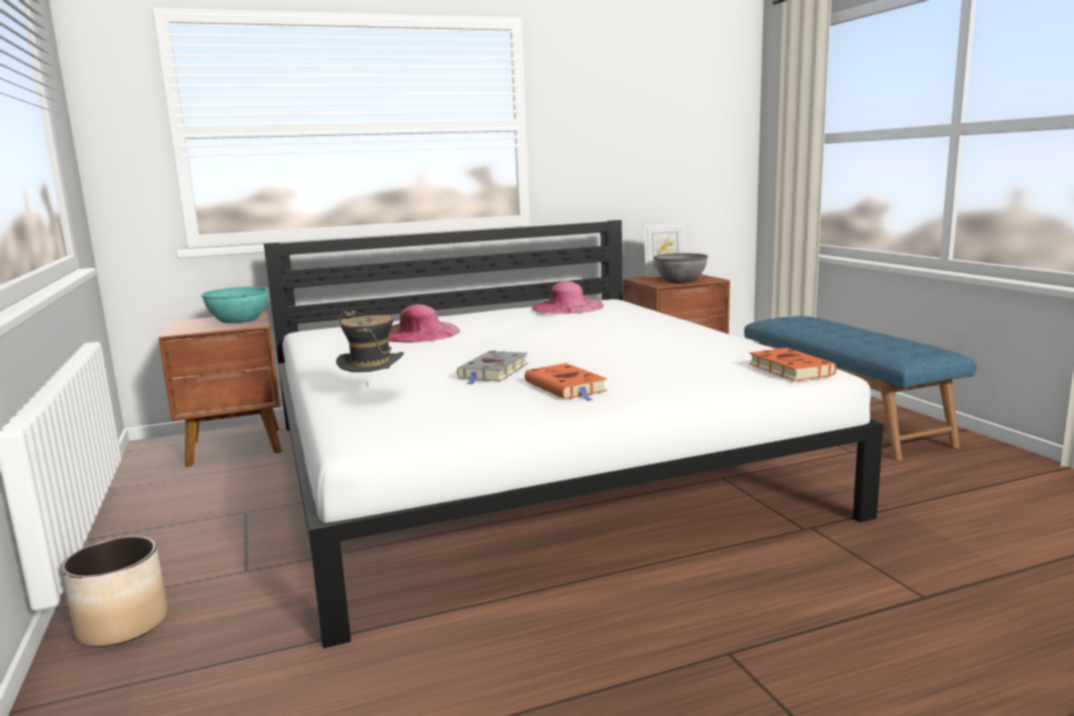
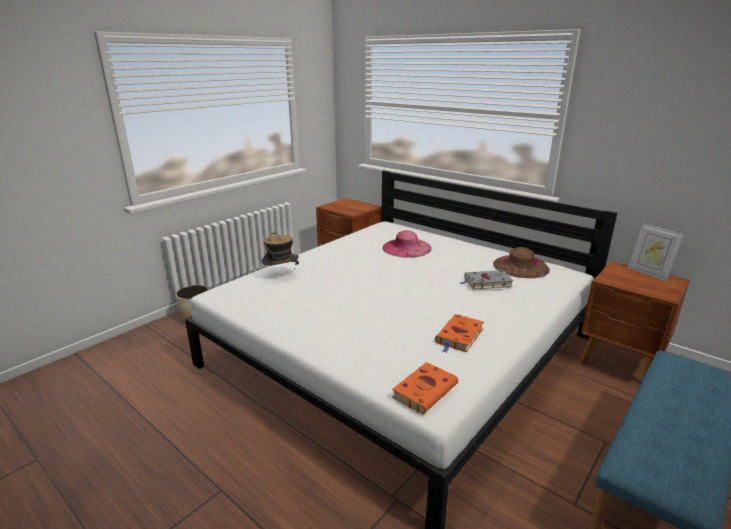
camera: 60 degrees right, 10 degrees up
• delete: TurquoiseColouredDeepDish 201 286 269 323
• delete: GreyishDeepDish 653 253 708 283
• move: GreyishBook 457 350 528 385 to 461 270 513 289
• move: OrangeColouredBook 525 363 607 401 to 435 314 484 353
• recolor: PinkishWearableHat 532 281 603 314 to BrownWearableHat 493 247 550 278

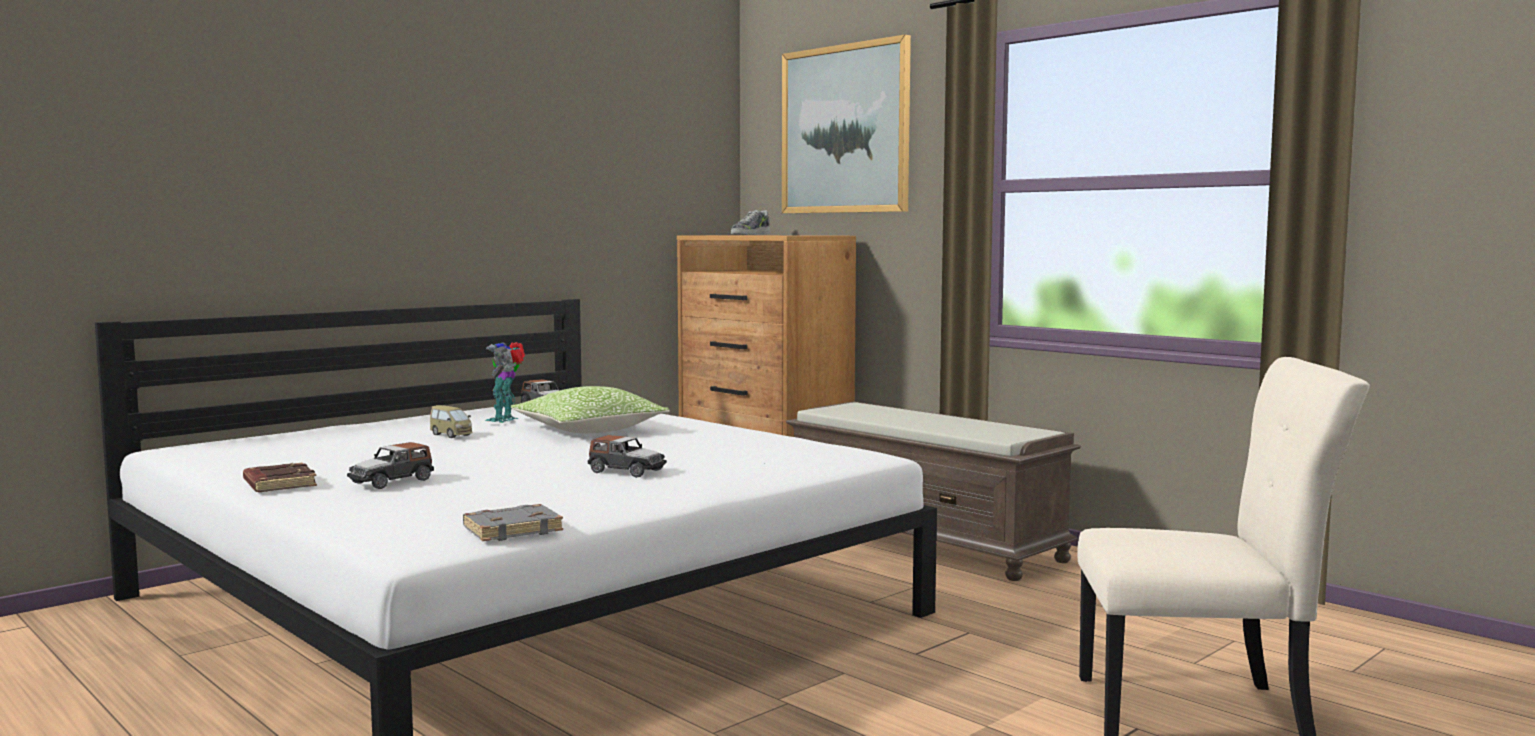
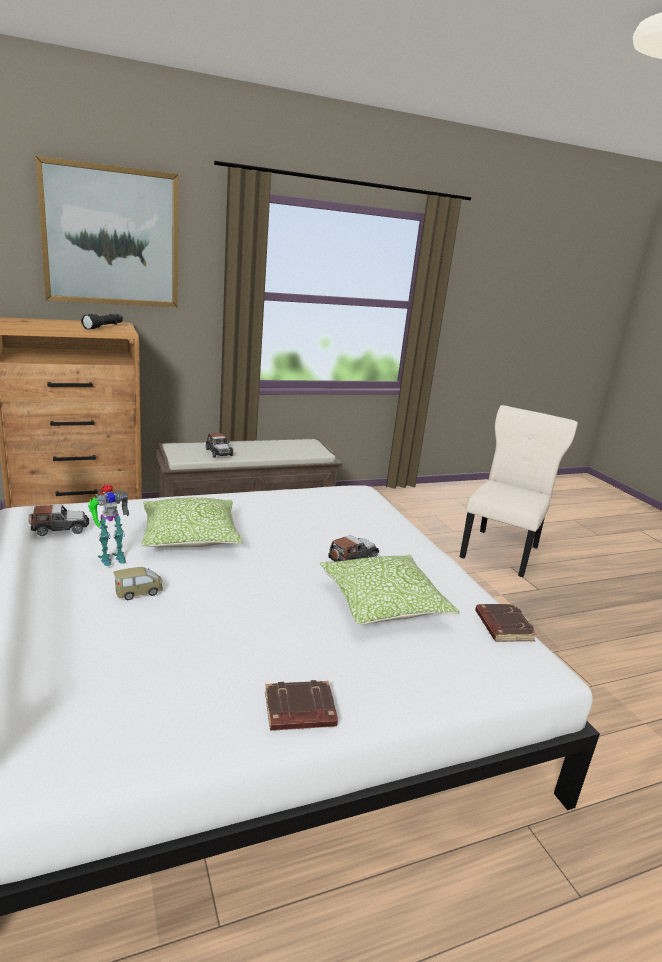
camera: 70 degrees left, 15 degrees up
• delete: ItemOfFootwear 731 210 770 235
• insert: BlackishFlashlight 81 314 123 330
• insert: Cushion 320 555 460 625
• move: MiniatureCar 347 442 434 489 to 206 433 233 457
• recolor: GreyishBook 463 504 563 541 to BrownBook 475 604 537 642
• rotate: RobotFigure 485 342 525 423 = 88 484 129 566 75 degrees counterclockwise

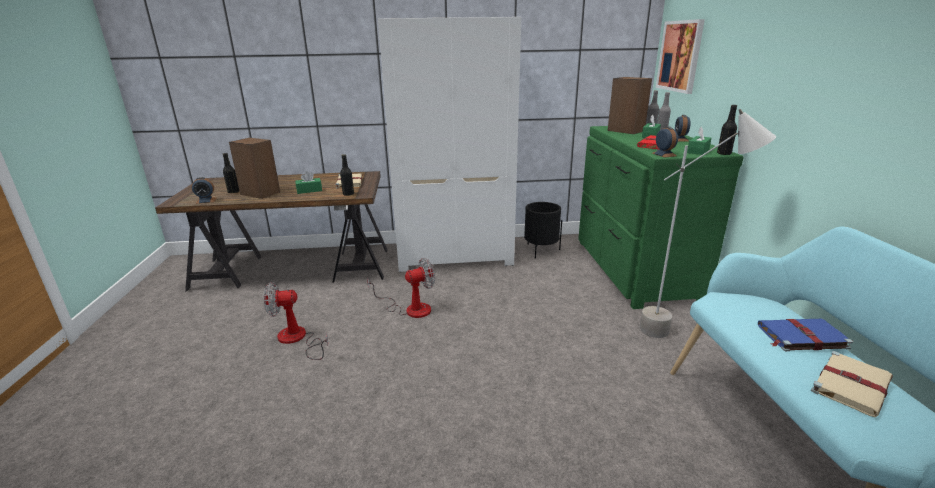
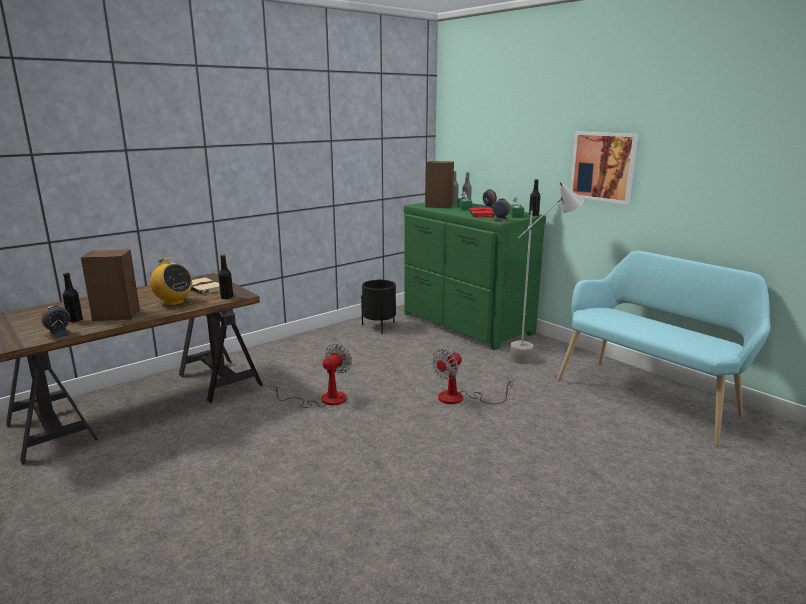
camera: 35 degrees left, 5 degrees down
• delete: WhiteColouredArmoire 378 17 521 272
• delete: BlueColouredBook 758 319 853 351
• delete: SandColouredBook 811 351 893 417
• move: ElectricFan 264 282 328 360 to 432 349 513 404
• move: Picture 656 19 705 94 to 570 132 638 204
• replace: GreenColouredTissueBox 295 171 322 194 to RadioSet 147 258 192 306

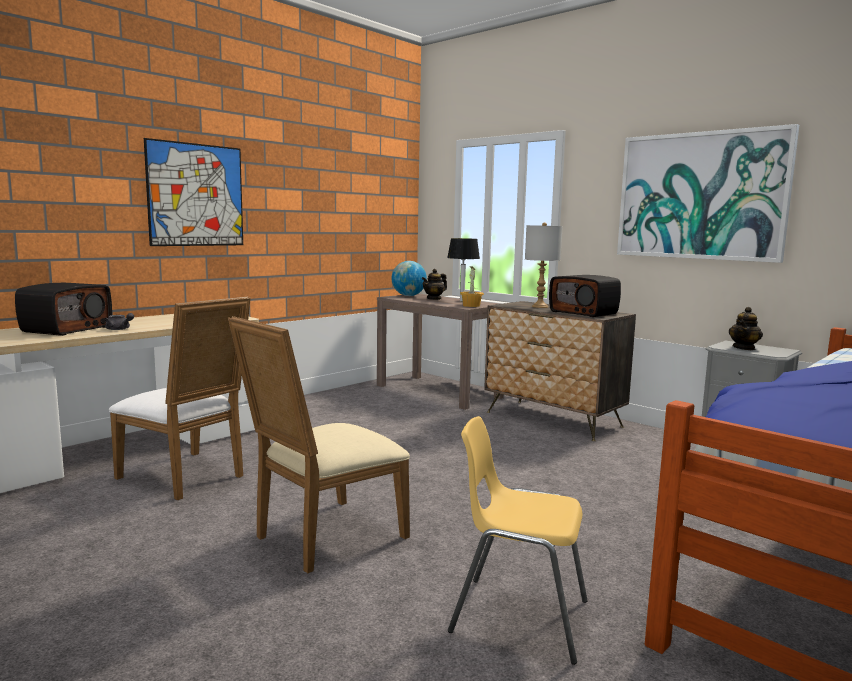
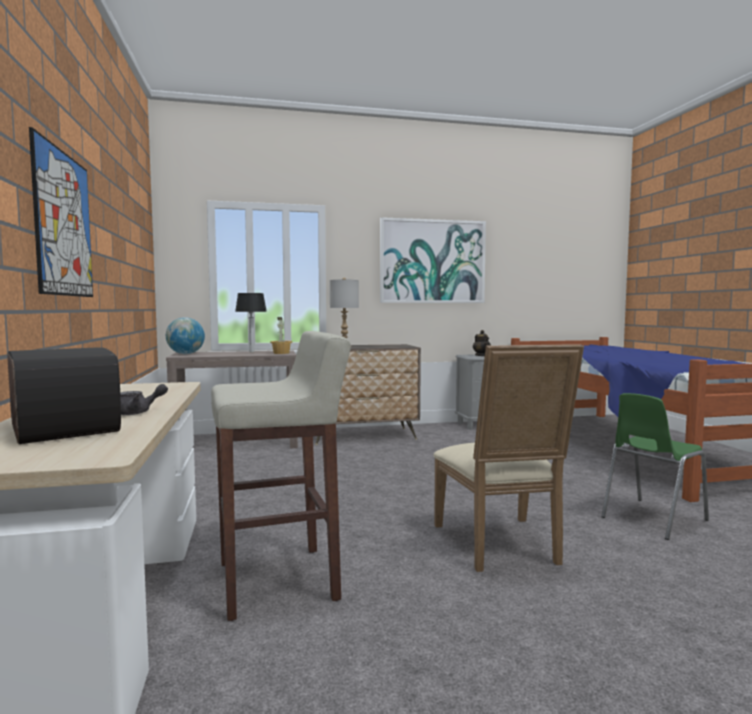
camera: 55 degrees left, 5 degrees down
• delete: Teapot 422 269 447 300
• delete: RadioSet 549 275 621 317
• replace: WhiteColouredPlainChair 109 297 251 500 to SandColouredStoolSeat 211 331 351 621
• recolor: YellowishPlainChair 448 416 588 665 to GreenColouredPlainChair 601 393 709 540

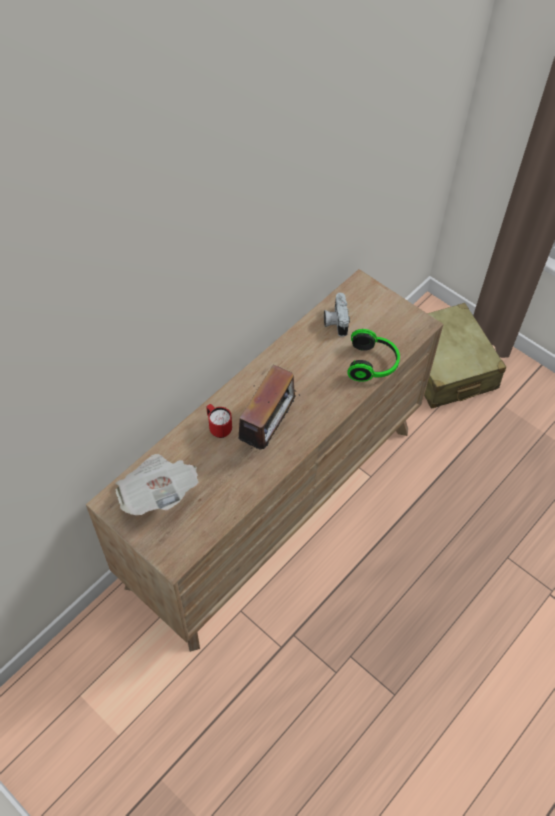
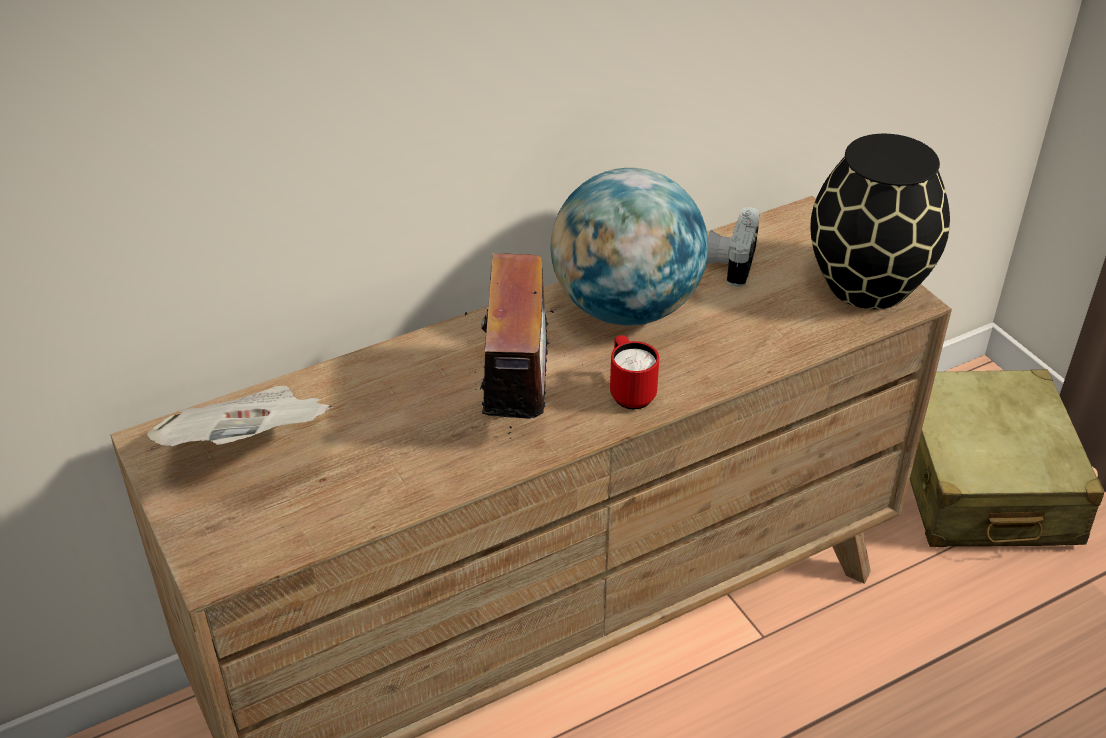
camera: 20 degrees right, 15 degrees down
• delete: Headphones 347 329 400 382
• insert: Globe 550 168 708 326
• insert: BlackishDecorativeVase 810 134 950 309
• move: RedColouredCoffeeMug 206 404 232 438 to 610 335 659 409
• rotate: RadioSet 232 365 300 451 = 465 253 583 439 45 degrees counterclockwise

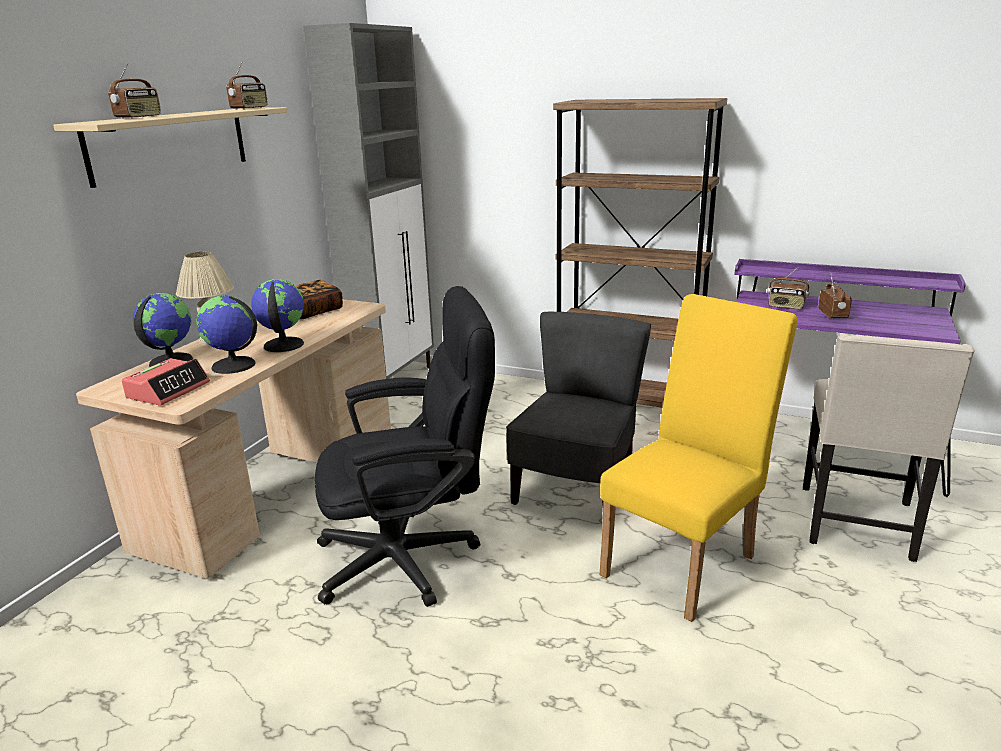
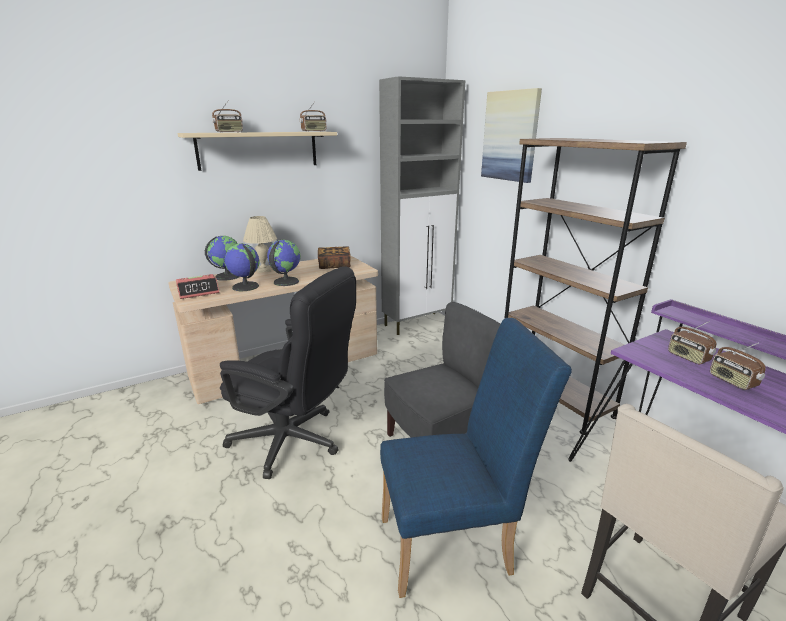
camera: 35 degrees right, 0 degrees up
• insert: Picture 481 88 542 183
• recolor: YellowishPlainChair 600 294 798 622 to BlueColouredPlainChair 380 318 572 598
• rotate: RadioSet 818 275 852 319 = 710 343 766 390 120 degrees clockwise

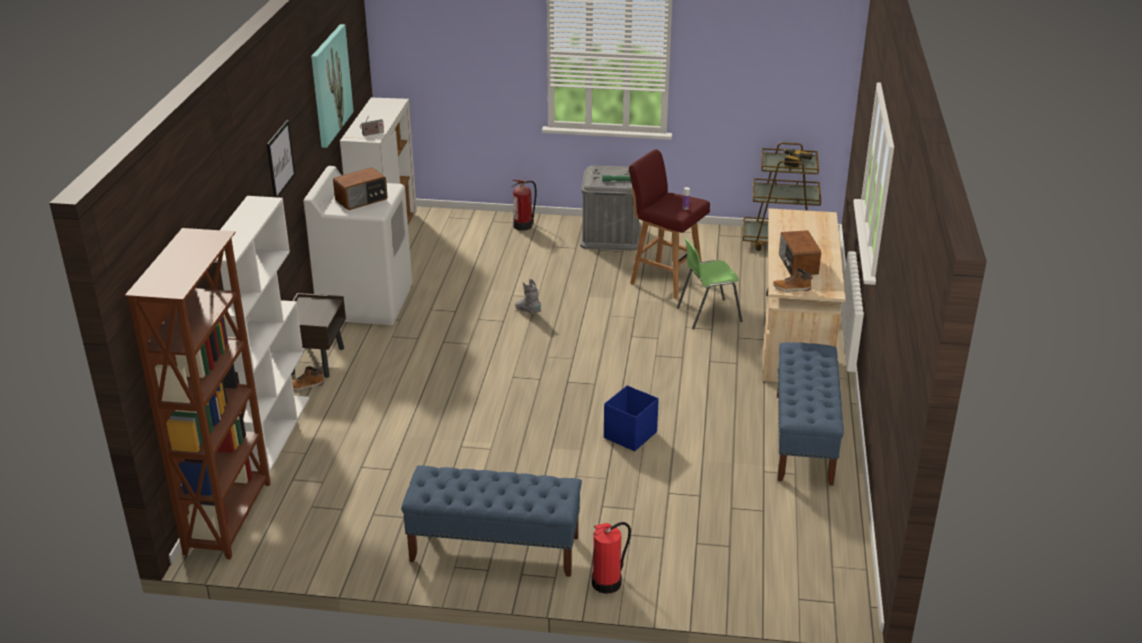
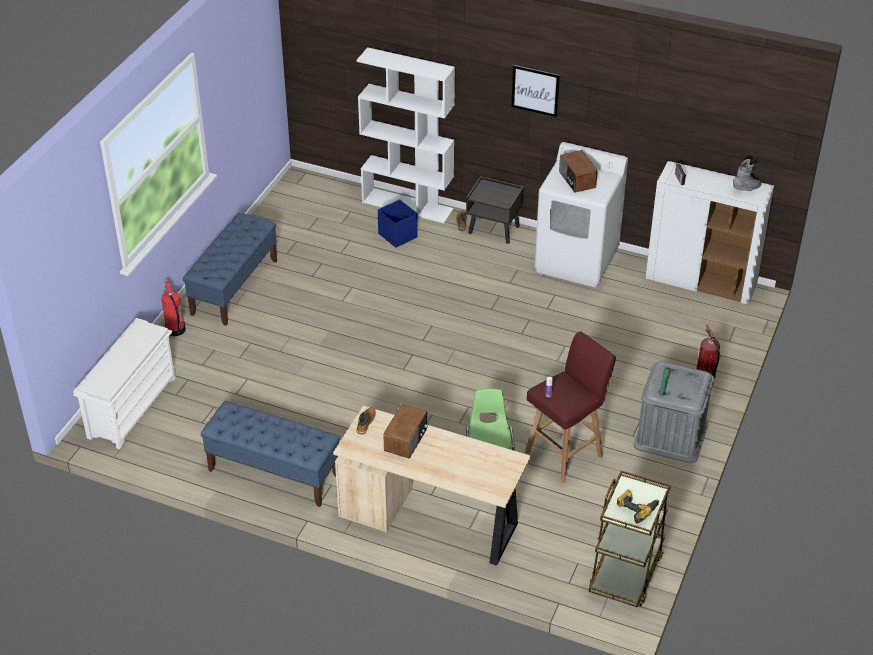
camera: 105 degrees right, 10 degrees up
• delete: BrownShelvingUnit 125 228 271 559
• delete: Picture 311 24 354 148
• insert: WhiteColouredShoeRack 73 318 176 449
• move: GreyishBoot 515 279 541 314 to 733 159 762 191
• move: BlueColouredStorageBin 604 385 659 451 to 378 199 418 248
• rotate: RadioSet 779 230 821 276 = 383 404 428 459 105 degrees clockwise

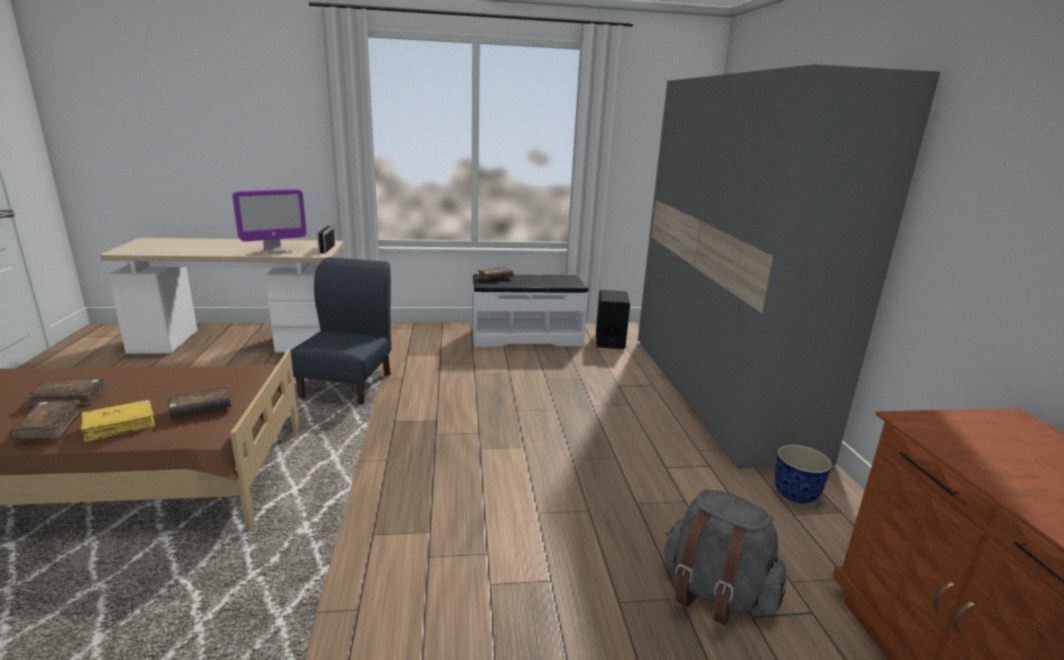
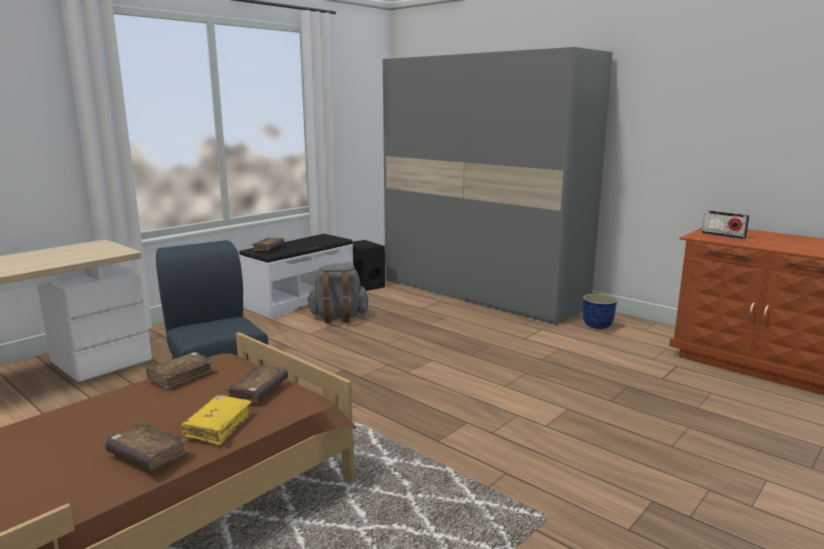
camera: 40 degrees left, 5 degrees down
• delete: ComputerScreen 232 189 306 254
• move: BrownBook 24 379 104 409 to 146 352 214 391
• move: RadioSet 317 226 335 253 to 702 210 749 239
• move: GreyishKnapsack 664 489 786 625 to 307 264 368 323

